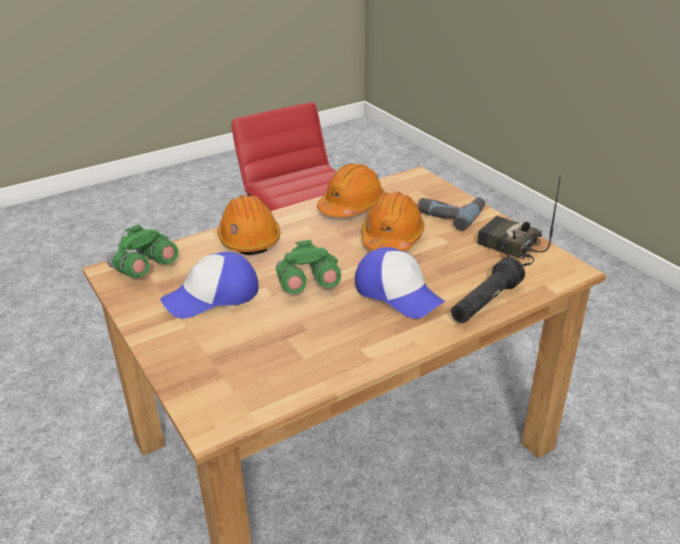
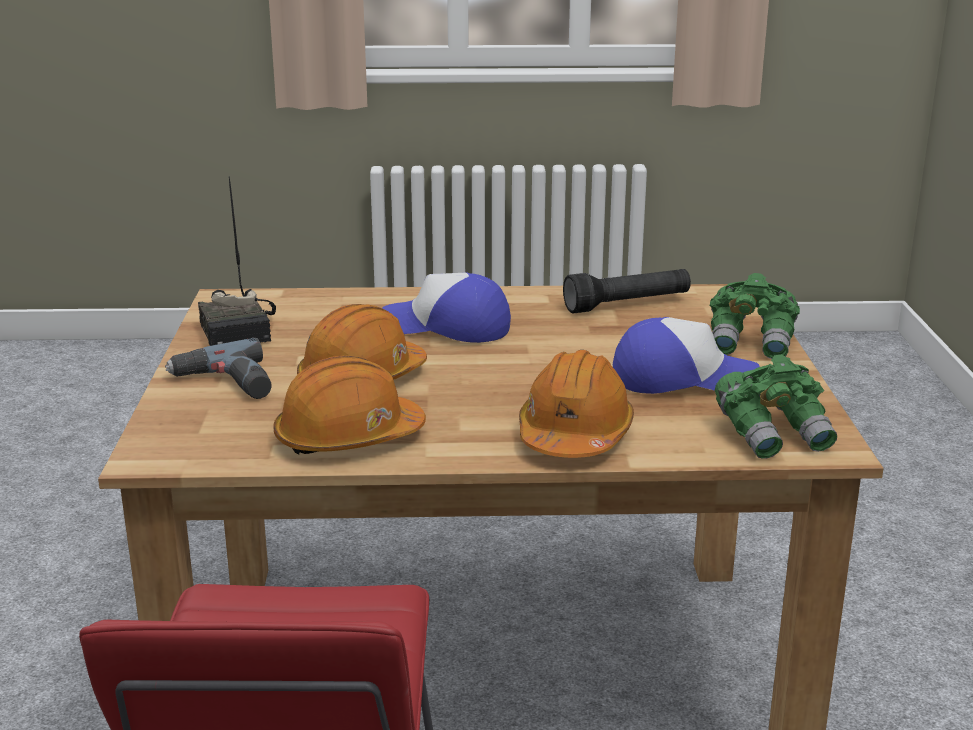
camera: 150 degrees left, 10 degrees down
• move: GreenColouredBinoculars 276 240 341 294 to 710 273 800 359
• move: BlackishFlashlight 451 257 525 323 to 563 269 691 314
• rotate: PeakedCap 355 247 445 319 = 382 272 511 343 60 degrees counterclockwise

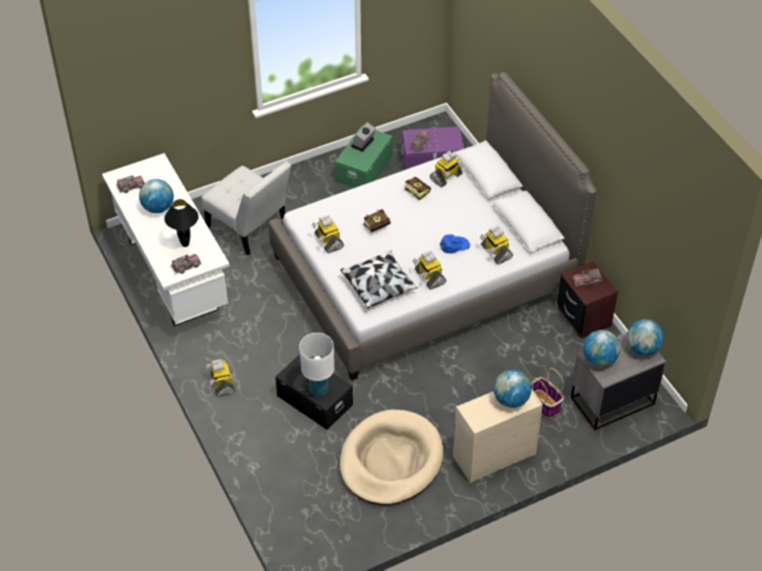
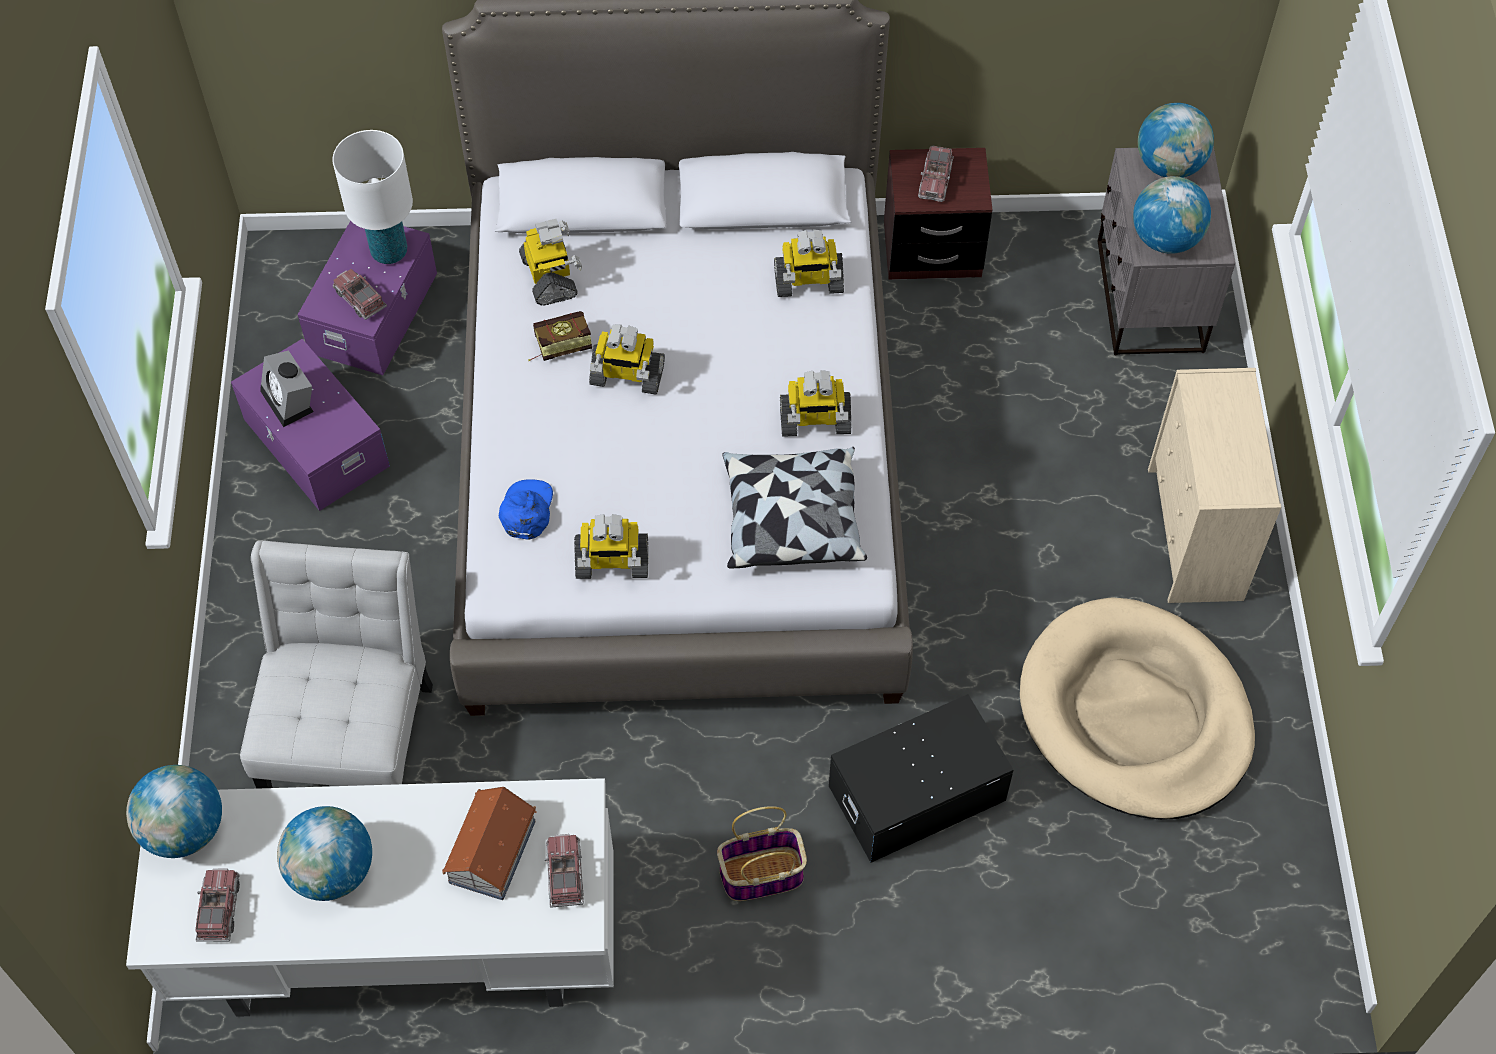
camera: 65 degrees left, 10 degrees up
• delete: Book 364 209 391 232
• move: RobotFigure 206 359 235 397 to 589 324 665 395
• move: WhiteColouredTableLamp 299 333 335 397 to 332 130 413 264
• move: BlueColouredPeakedCap 440 234 470 253 to 499 479 553 539
• move: Globe 493 370 532 408 to 126 765 222 858
• move: Basket 531 368 564 418 to 717 806 807 901
• replace: BlackishTableLamp 164 199 199 247 to ToyHouse 442 787 537 900
• recolor: GreenColouredStorageBin 335 126 393 188 to PurplishStorageBin 231 339 390 511
• rotate: WhiteColouredPlainChair 202 161 291 255 = 240 541 433 789 60 degrees counterclockwise

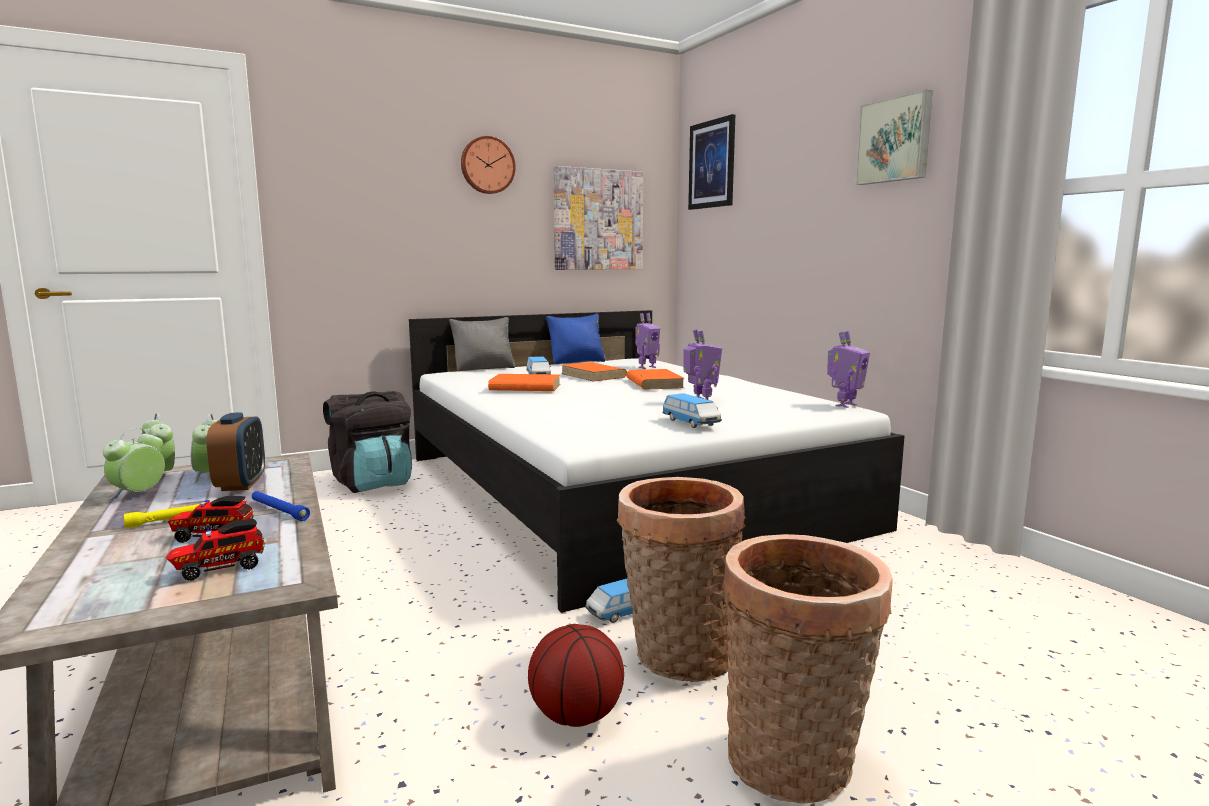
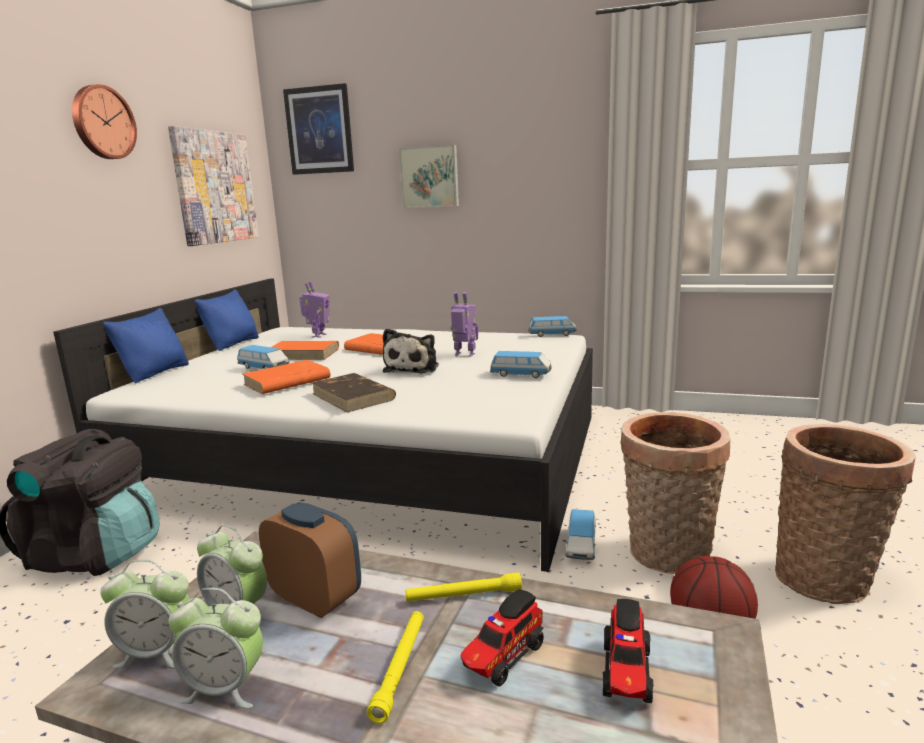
camera: 45 degrees left, 5 degrees up
• insert: BrownBook 311 373 396 412
• insert: SoftToy 383 328 439 374
• move: Picture 855 89 933 185 to 399 145 459 208
• replace: RobotFigure 827 331 870 408 to MiniatureCar 528 316 577 337
• recolor: BlueColouredFlashlight 252 491 310 521 to YellowishFlashlight 405 572 522 602
• recolor: GreyishCushion 449 317 516 371 to BlueColouredCushion 103 308 189 383
• rotate: TableClock 103 428 165 500 = 168 588 263 709 60 degrees counterclockwise

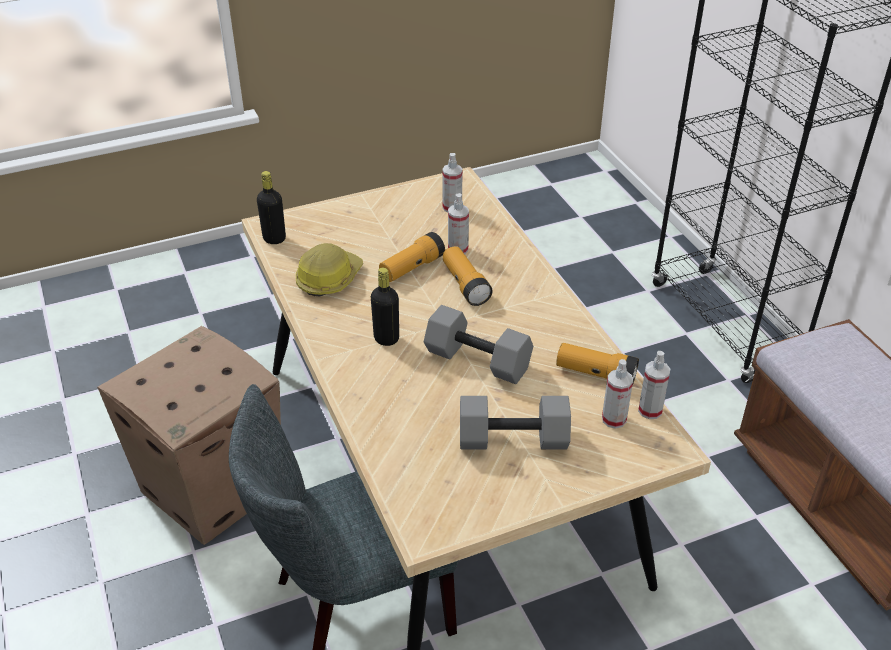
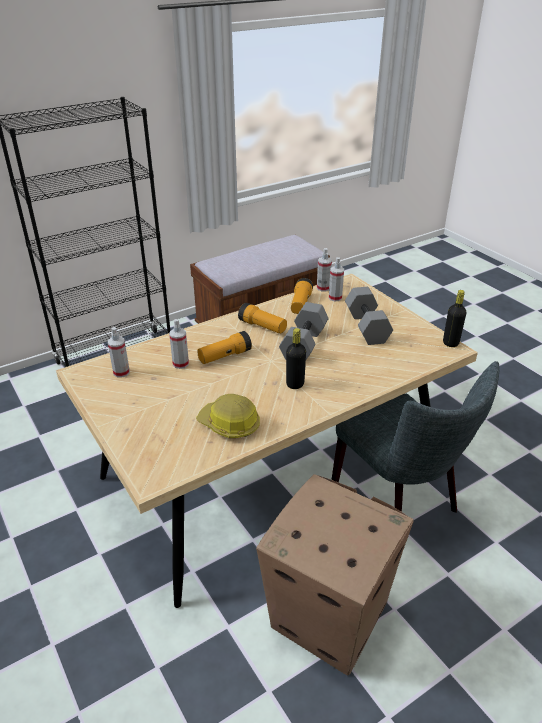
camera: 100 degrees left, 5 degrees down
• move: BlackishBeverageBottle 257 171 286 244 to 443 290 466 347
• move: Flashlight 379 232 445 282 to 238 303 287 334

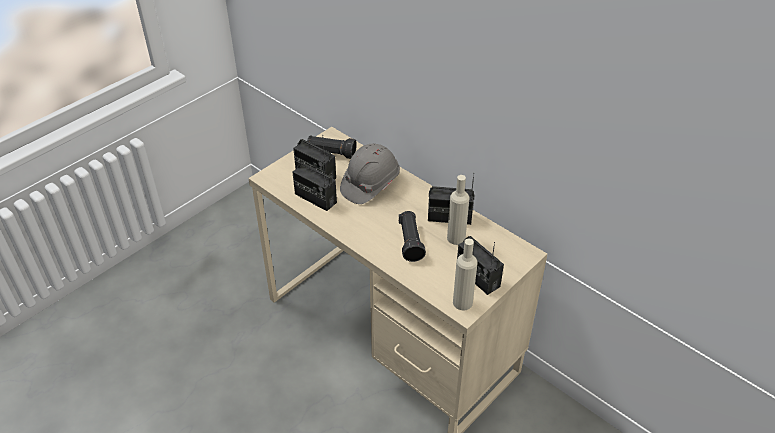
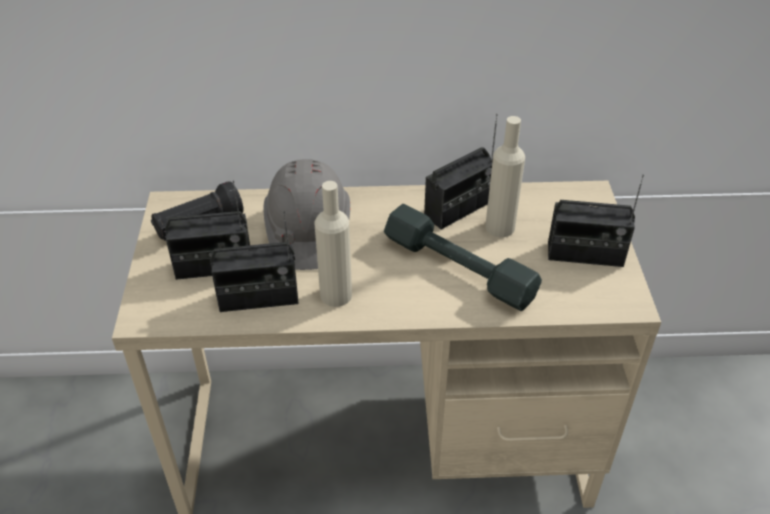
camera: 45 degrees left, 0 degrees up
• move: SandColouredBeverageBottle 453 238 478 310 to 315 181 352 307
• replace: BlackishFlashlight 398 211 426 262 to GreyishDumbbell 384 204 542 311

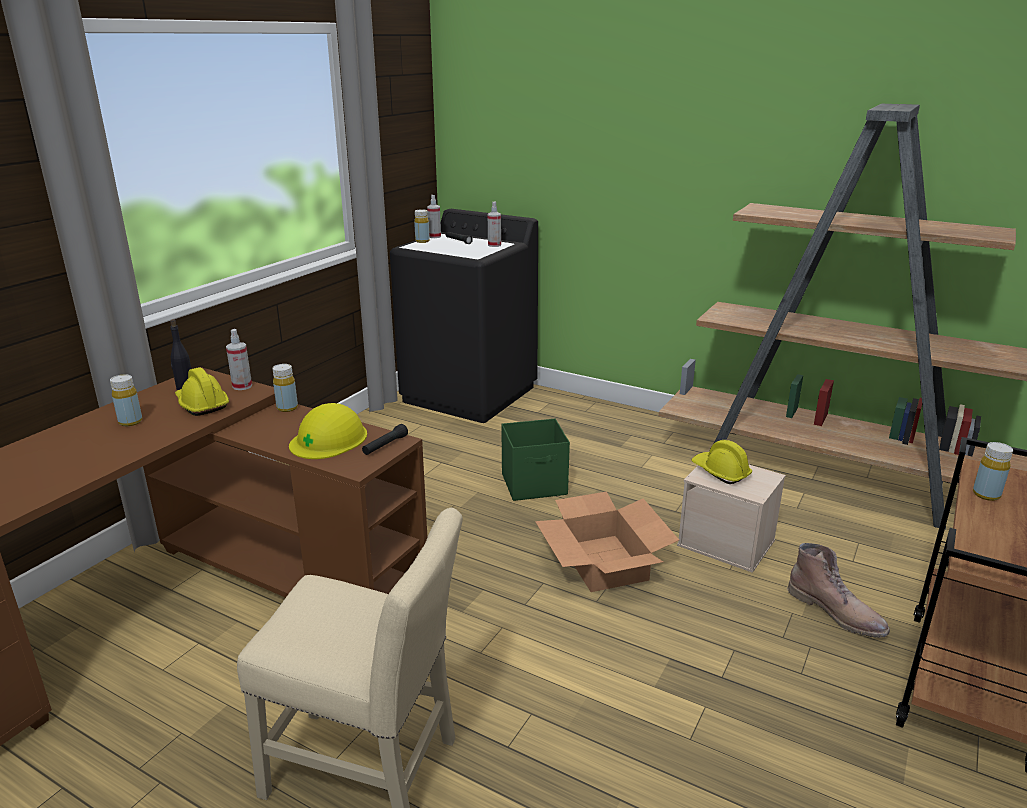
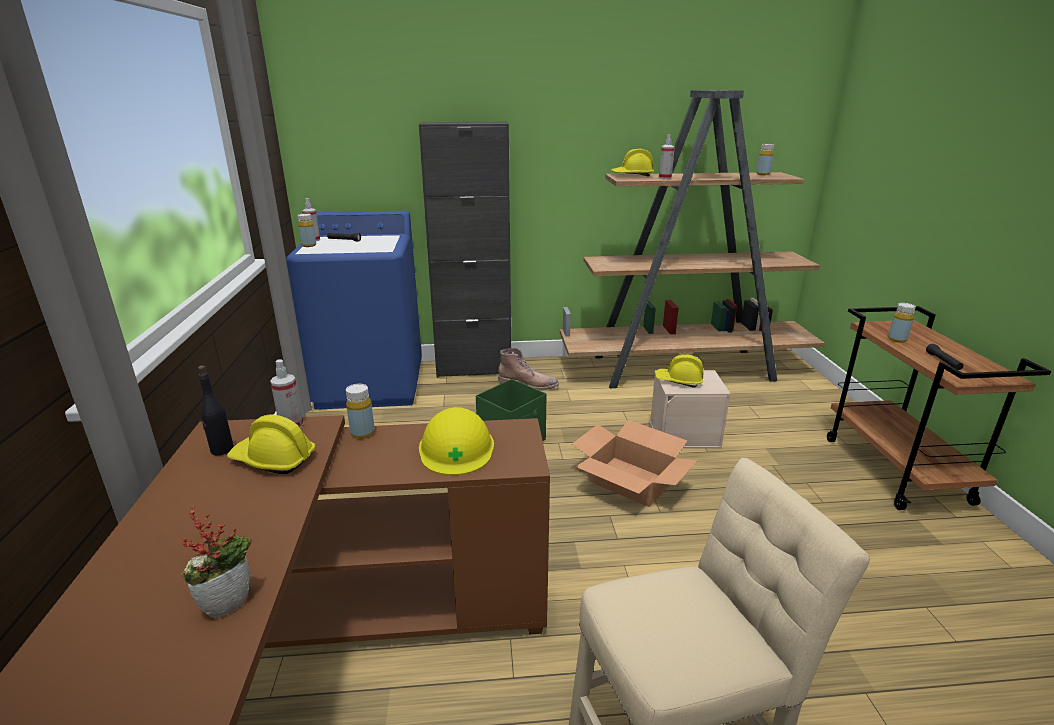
camera: 35 degrees left, 0 degrees up
• insert: PottedPlant 179 506 251 618
• insert: BlackishCabinet 419 122 511 378
• insert: YellowishWorkHelmet 611 149 654 177
• move: YellowishBeverageBottle 110 374 142 426 to 757 144 774 175
• move: BlackishFlashlight 362 424 408 455 to 926 344 964 370
• move: Sprayer 488 201 501 247 to 659 134 675 179
• move: BrownBoot 787 543 890 638 to 498 348 559 390
• recolor: BlackishWashingMachine 390 209 538 423 to BlueColouredWashingMachine 286 211 422 410

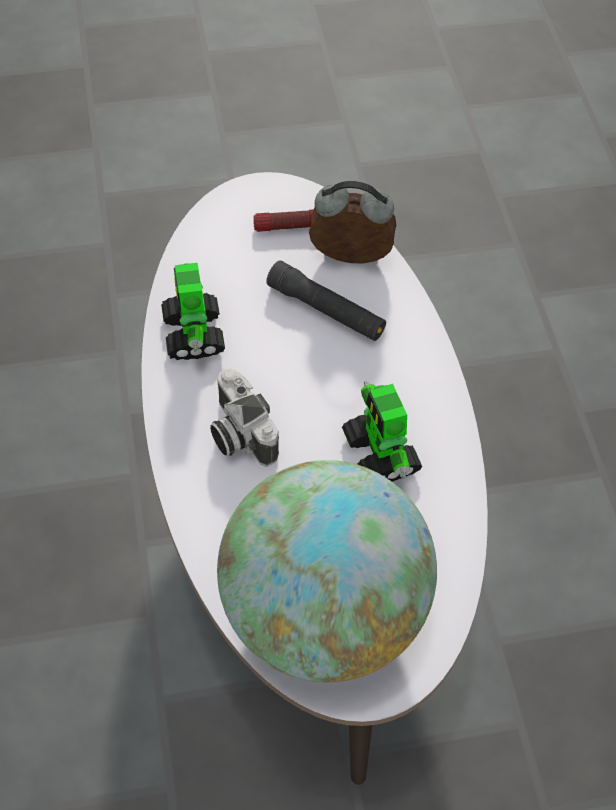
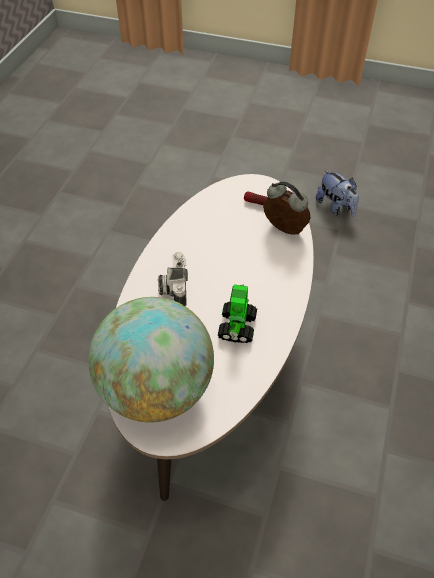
camera: 30 degrees right, 5 degrees down
• delete: RobotFigure 161 263 225 360
• delete: BlackishFlashlight 266 260 386 341
• insert: SoftToy 316 169 359 217

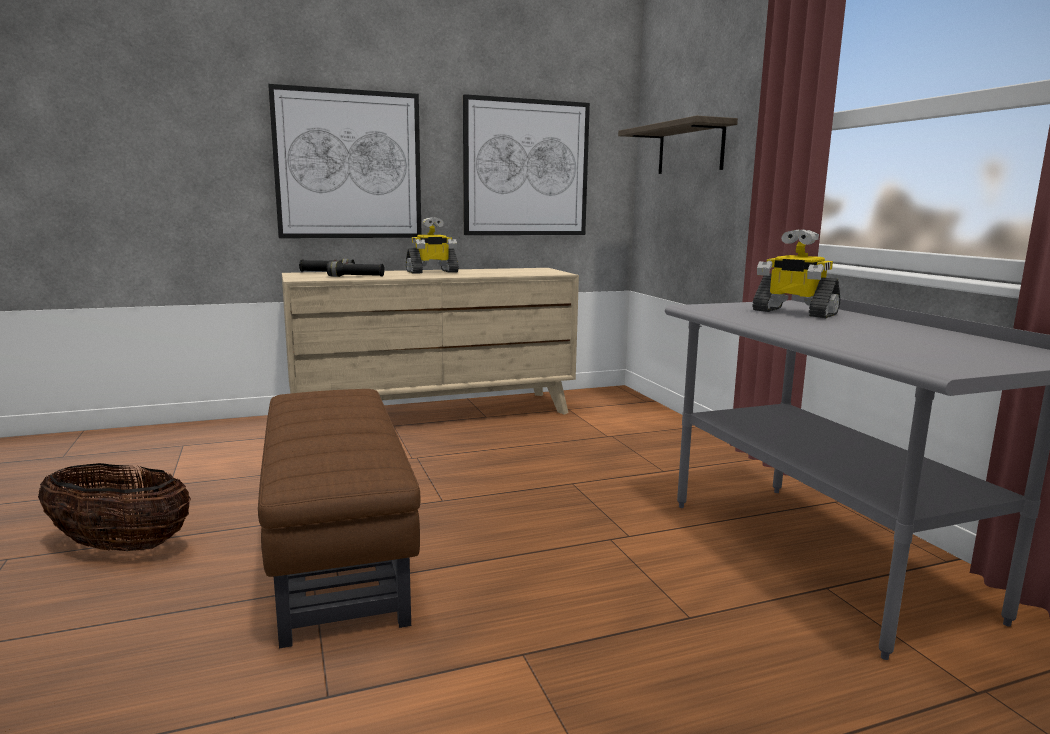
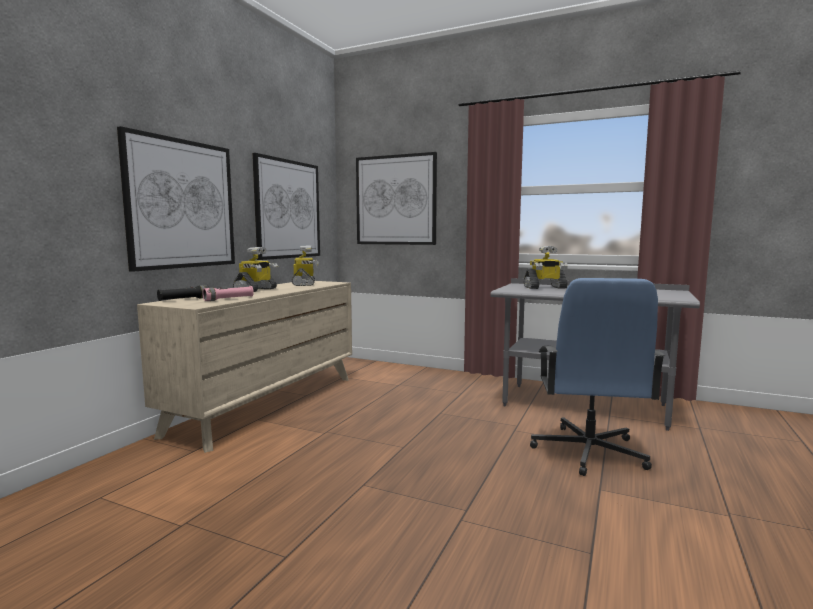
camera: 45 degrees left, 5 degrees down
• delete: Basket 38 463 191 551
• delete: BrownPouffe 258 389 420 649
• insert: RobotFigure 292 245 319 286
• insert: BlueColouredComputerChair 530 278 665 476
• replace: Shelf 618 116 738 174 to Picture 356 152 437 245
• recolor: BlackishFlashlight 327 261 385 277 to PinkishFlashlight 203 286 254 301

